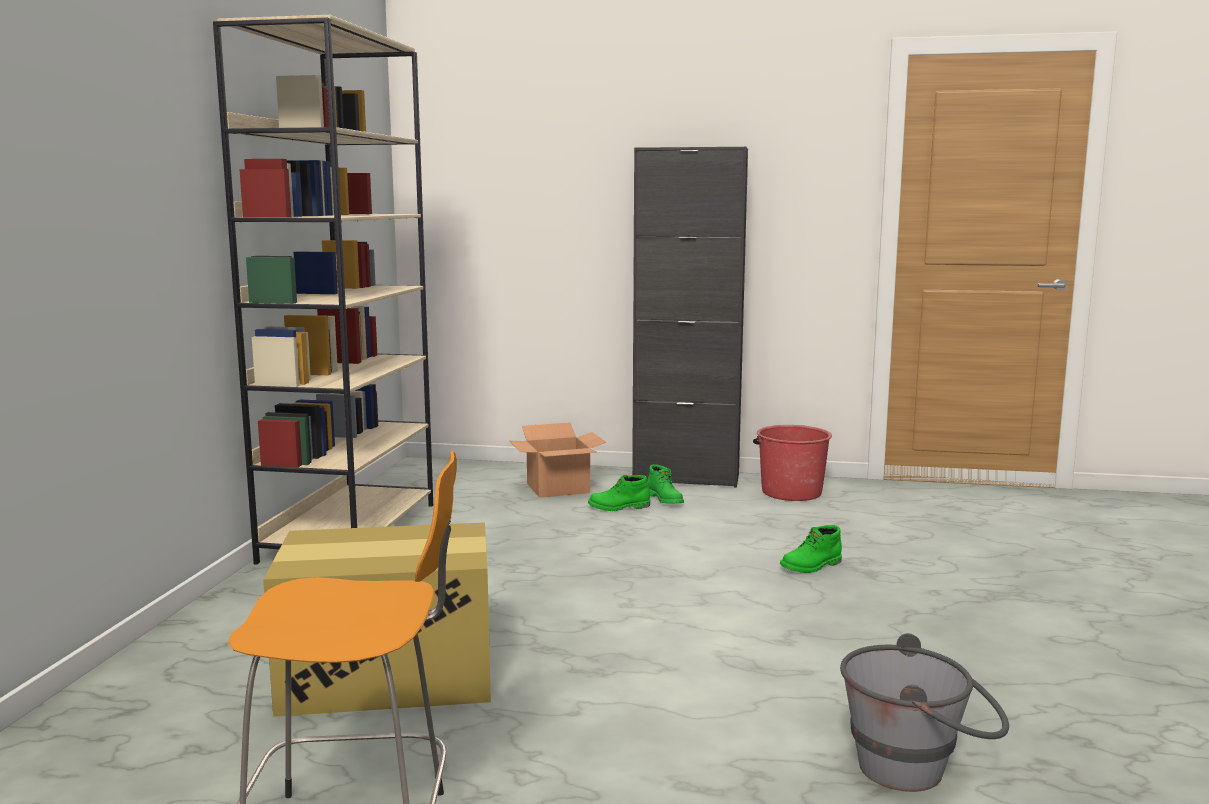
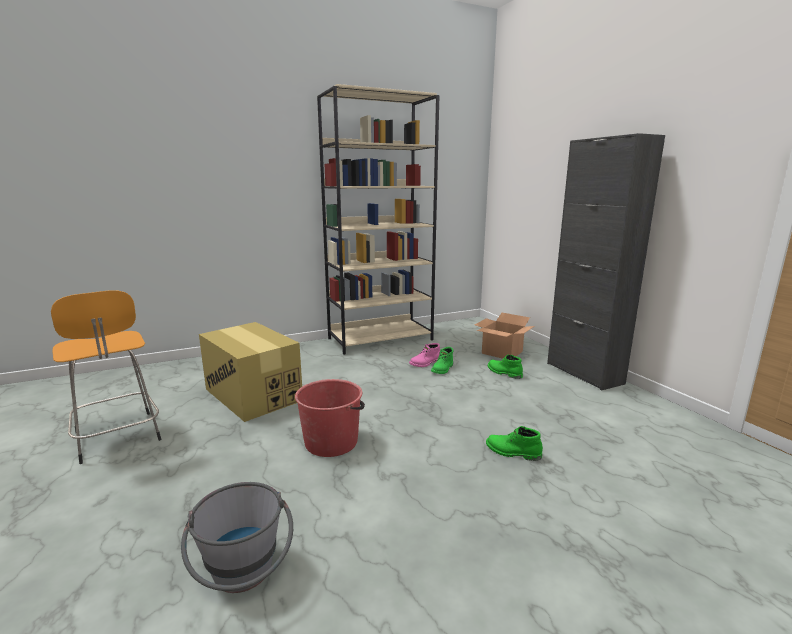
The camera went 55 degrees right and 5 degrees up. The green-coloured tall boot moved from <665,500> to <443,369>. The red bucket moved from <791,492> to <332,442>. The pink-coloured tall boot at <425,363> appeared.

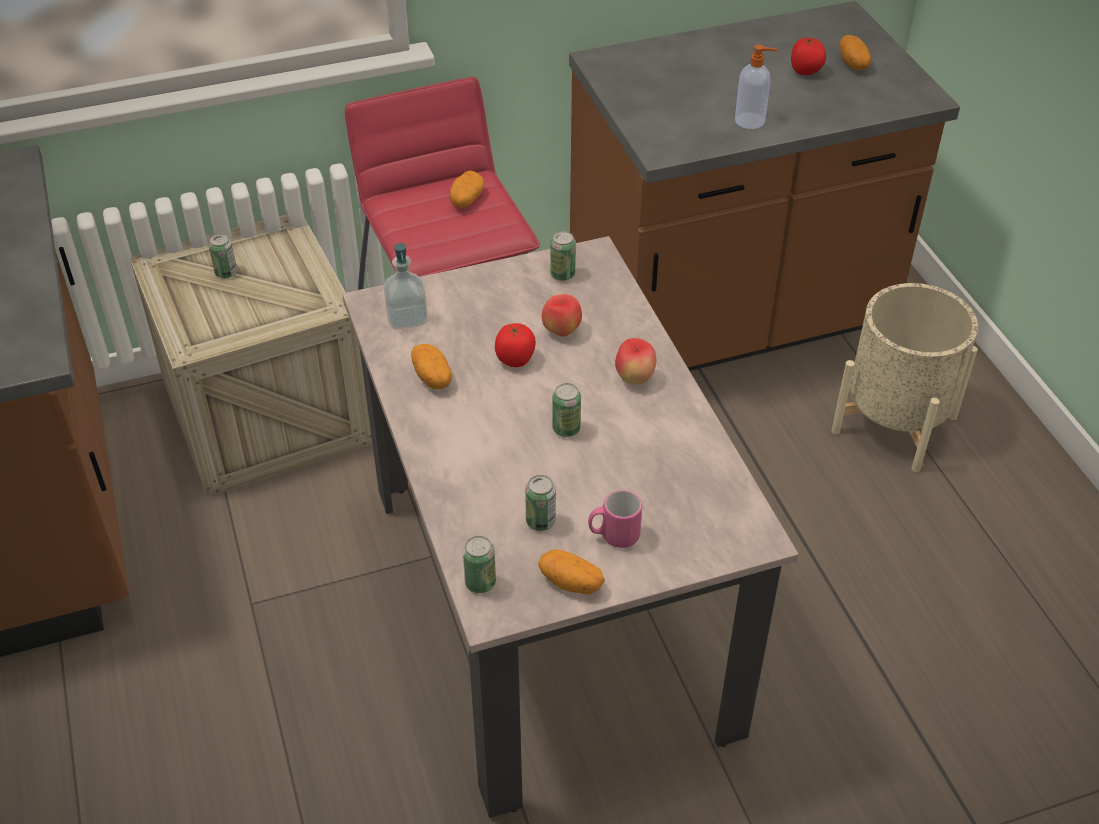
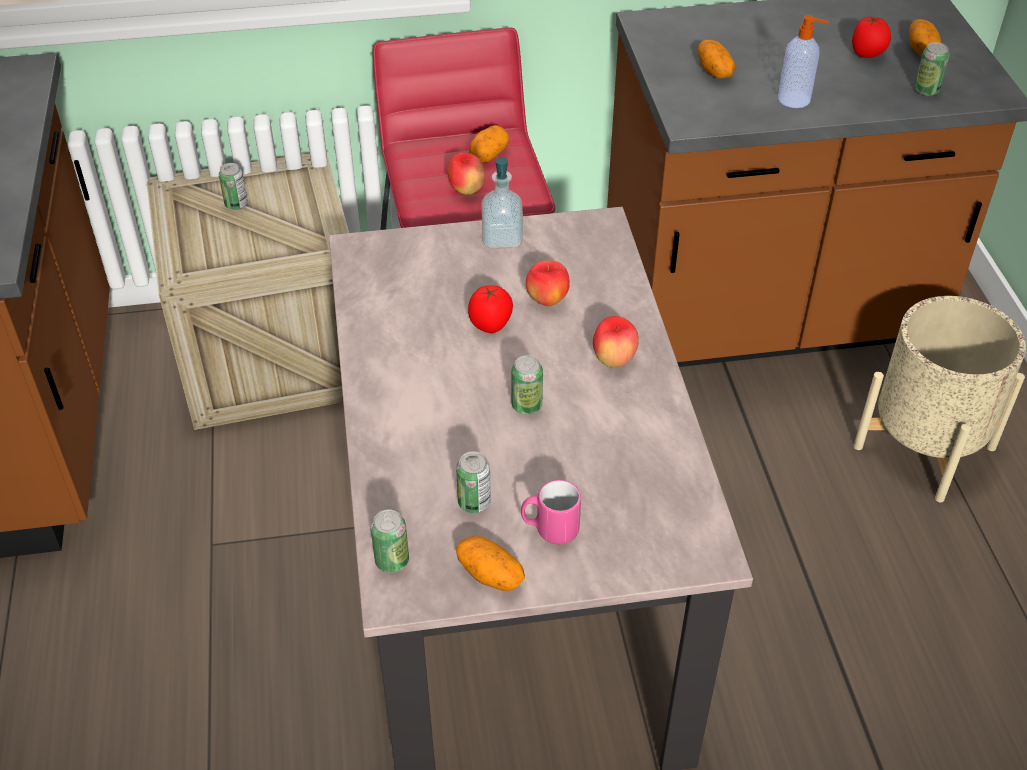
The camera went 10 degrees right and 0 degrees up. The liquid soap bottle moved from <407,318> to <502,238>. The whole potato moved from <432,377> to <714,71>. The can moved from <562,274> to <926,90>. The apple at <466,190> appeared.

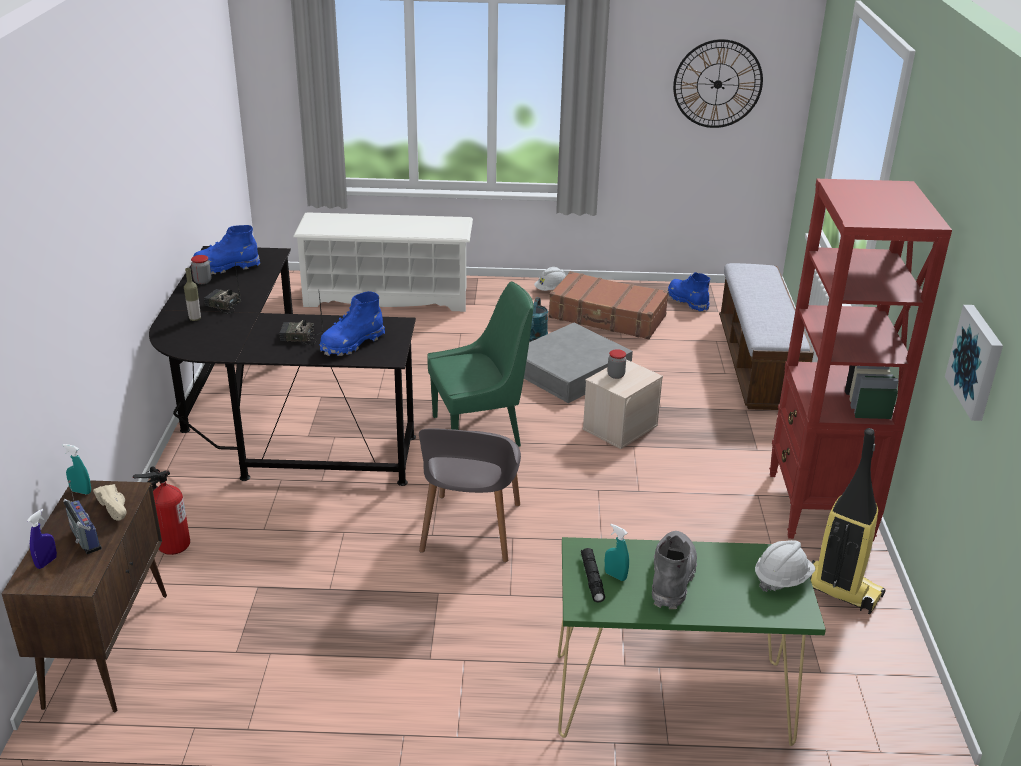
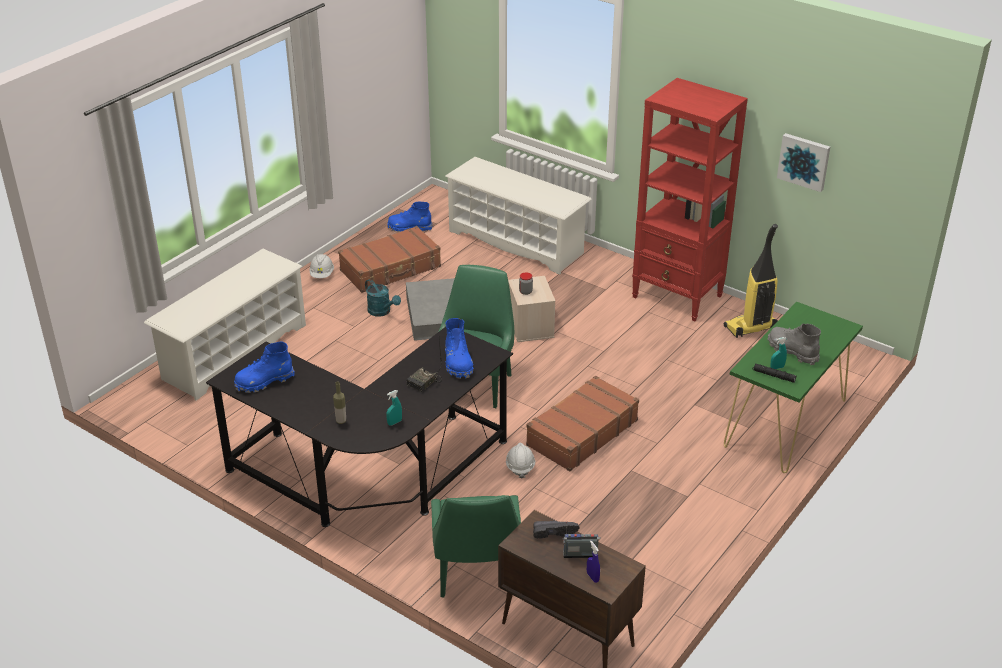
The camera went 55 degrees left and 5 degrees up. The turquoise hand sprayer moved from <81,491> to <394,422>. The beige low shoe at <117,508> became the black low shoe at <554,532>. The extinguisher at <170,546> was replaced by the green-coloured plain chair at <476,574>. The storage jar at <202,281> disappeared. The blue tall boot at <226,267> turned 45 degrees clockwise. The radio set at <222,305> disappeared. The greyish plain chair at <470,530> was replaced by the brown-coloured travel case at <581,433>. The hanging clock at <717,84> disappeared. The bench at <757,364> was replaced by the white shoe shelf at <517,242>. The white hard hat moved from <782,579> to <520,466>.

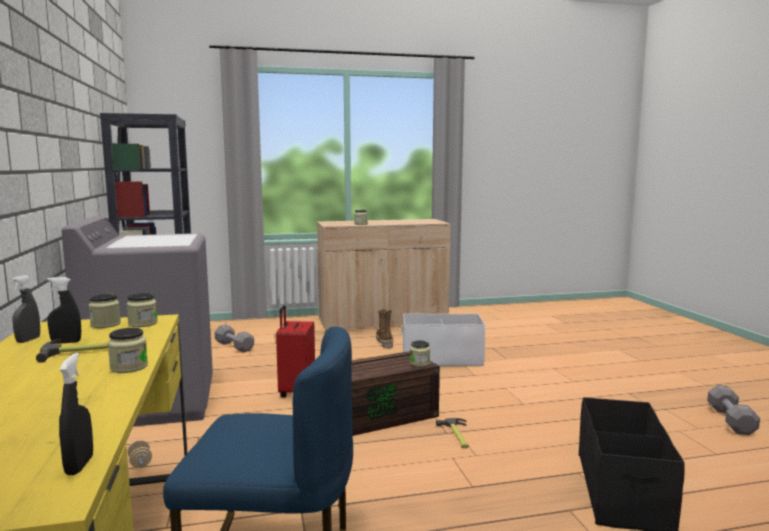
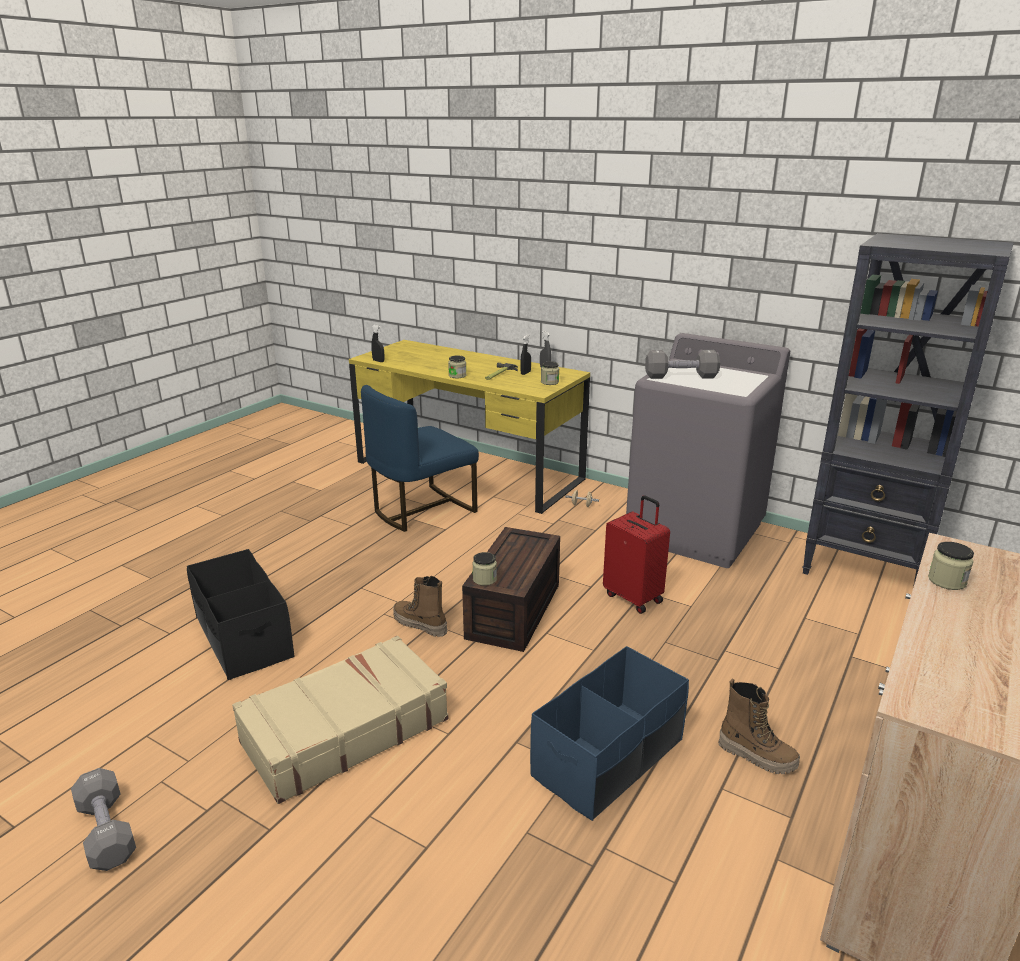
The camera went 135 degrees right and 15 degrees up. The storage jar at <143,323> disappeared. The greyish dumbbell moved from <234,346> to <681,376>. The white storage bin at <441,359> became the blue storage bin at <609,758>. The hammer at <457,436> was replaced by the tall boot at <420,625>. The beige travel case at <344,730> appeared.

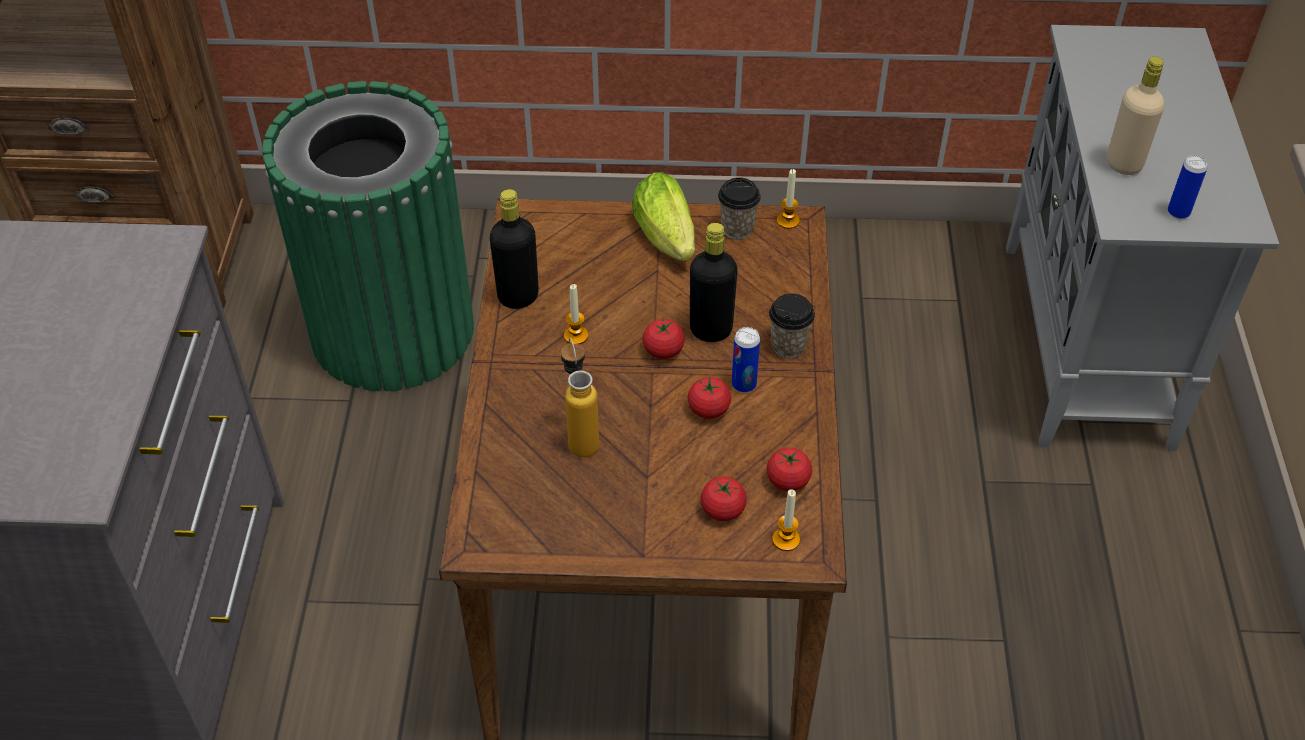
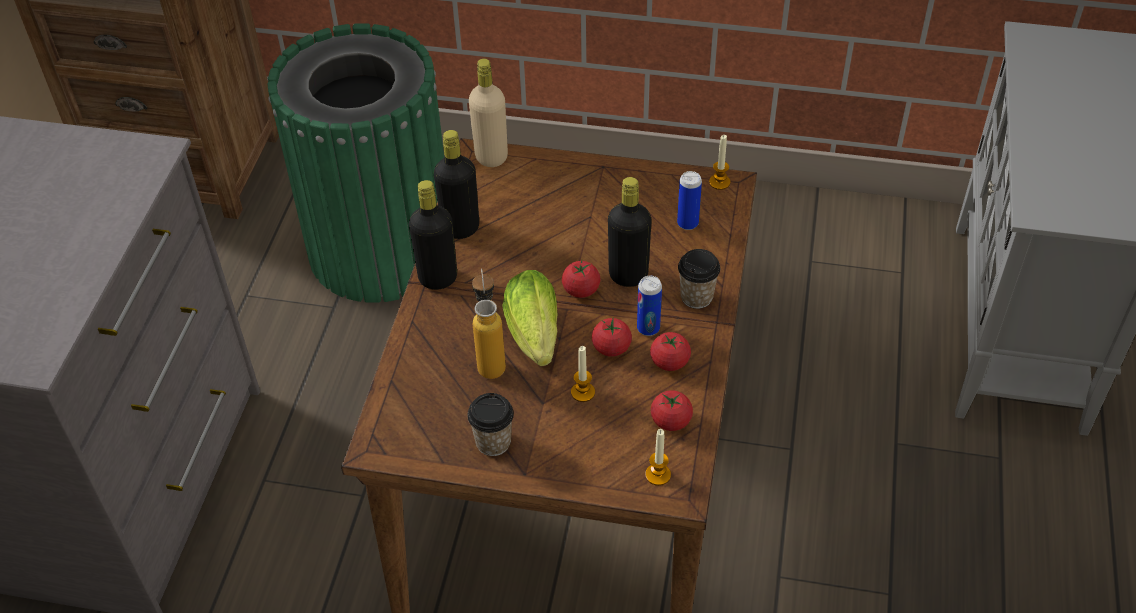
The camera went 10 degrees right and 0 degrees up. The wax light moved from <576,335> to <583,392>. The lettuce moved from <667,239> to <534,337>. The tomato moved from <722,510> to <669,362>. The small cup moved from <737,228> to <493,442>. The beige drink bottle moved from <1124,164> to <491,156>. The can moved from <1178,212> to <687,223>. The black drink bottle at <438,278> appeared.

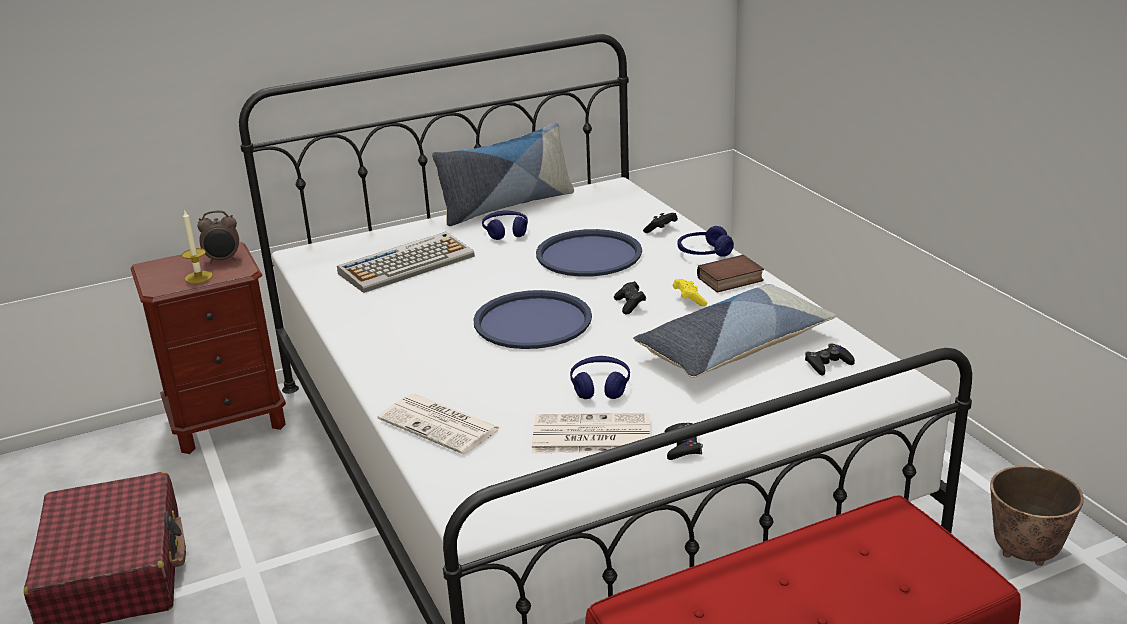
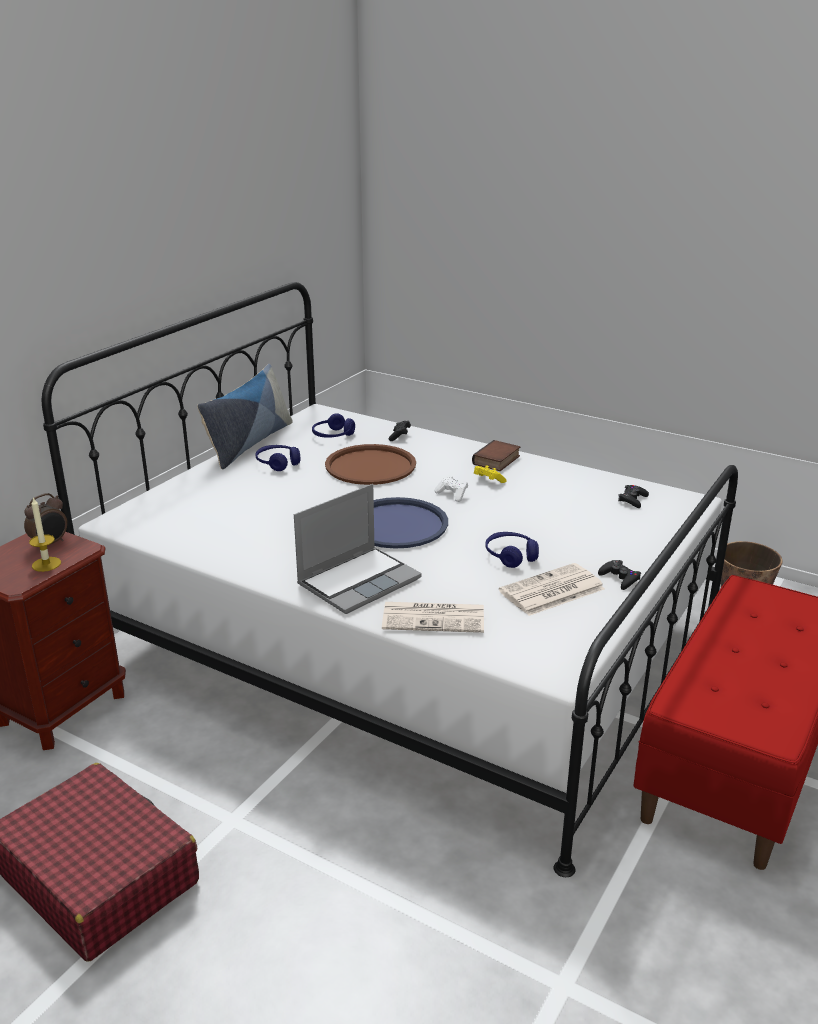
The camera went 35 degrees left and 0 degrees up. The keyboard at <407,264> disappeared. The blue carrying tray at <589,255> became the brown-coloured carrying tray at <370,466>. The black gamepad at <630,305> became the white gamepad at <452,495>. The throw pillow at <733,347> disappeared. The blue headset moved from <704,252> to <333,436>. The portable computer at <359,581> appeared.

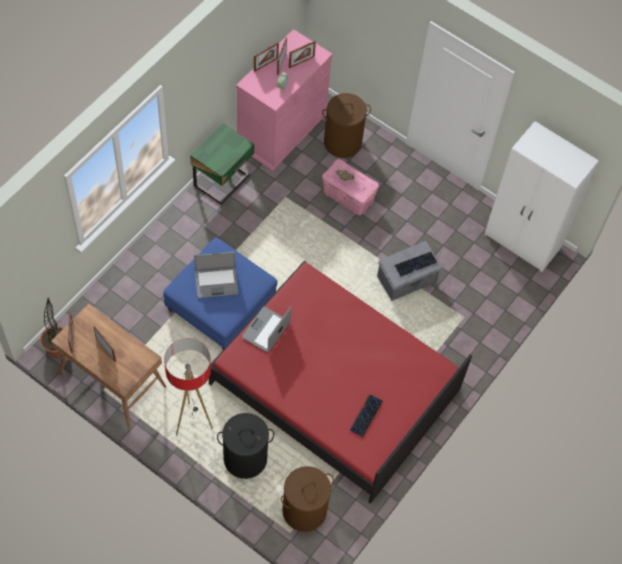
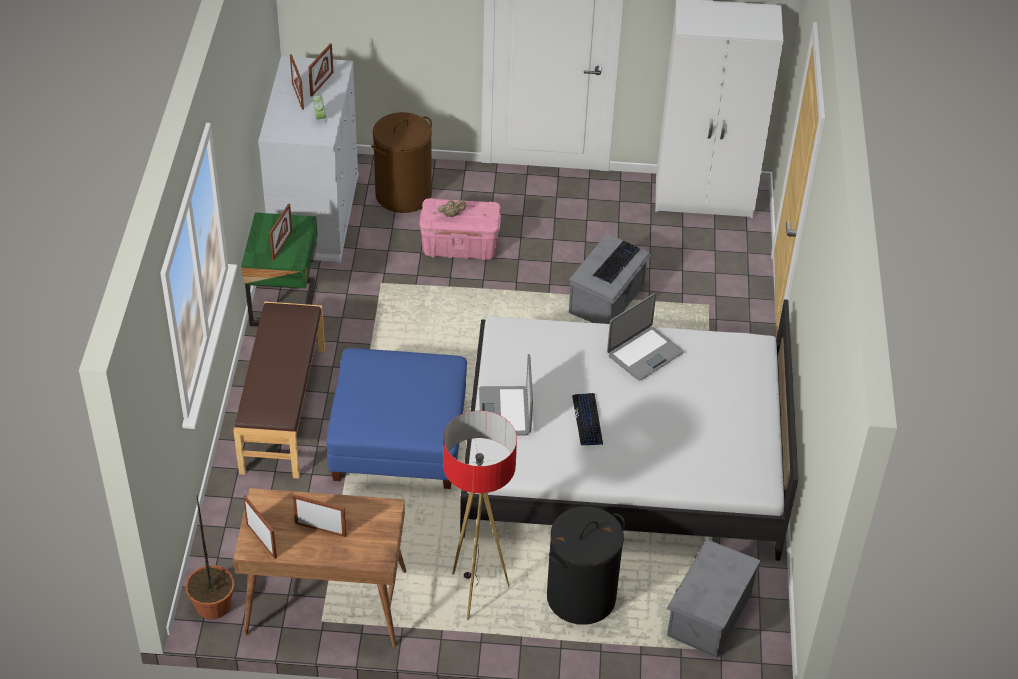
The camera went 30 degrees left and 15 degrees down. The portable computer moved from <216,282> to <644,353>. The red bed at <335,387> became the white bed at <623,456>. The pink-coloured drawer chest at <281,129> became the white drawer chest at <314,215>. The standing frame moved from <265,64> to <282,245>. The brown-coloured laundry basket at <304,510> was replaced by the greyish storage bin at <707,615>. The keyboard moved from <366,416> to <587,420>. The brown-coloured bench at <282,409> appeared.

